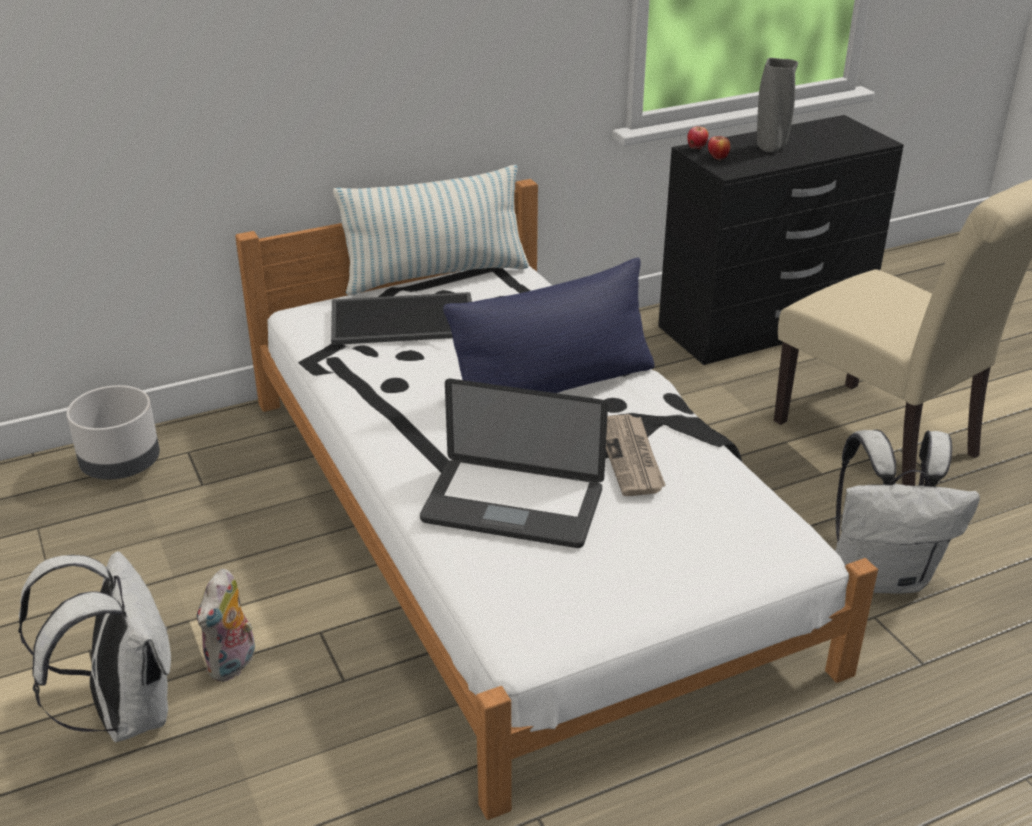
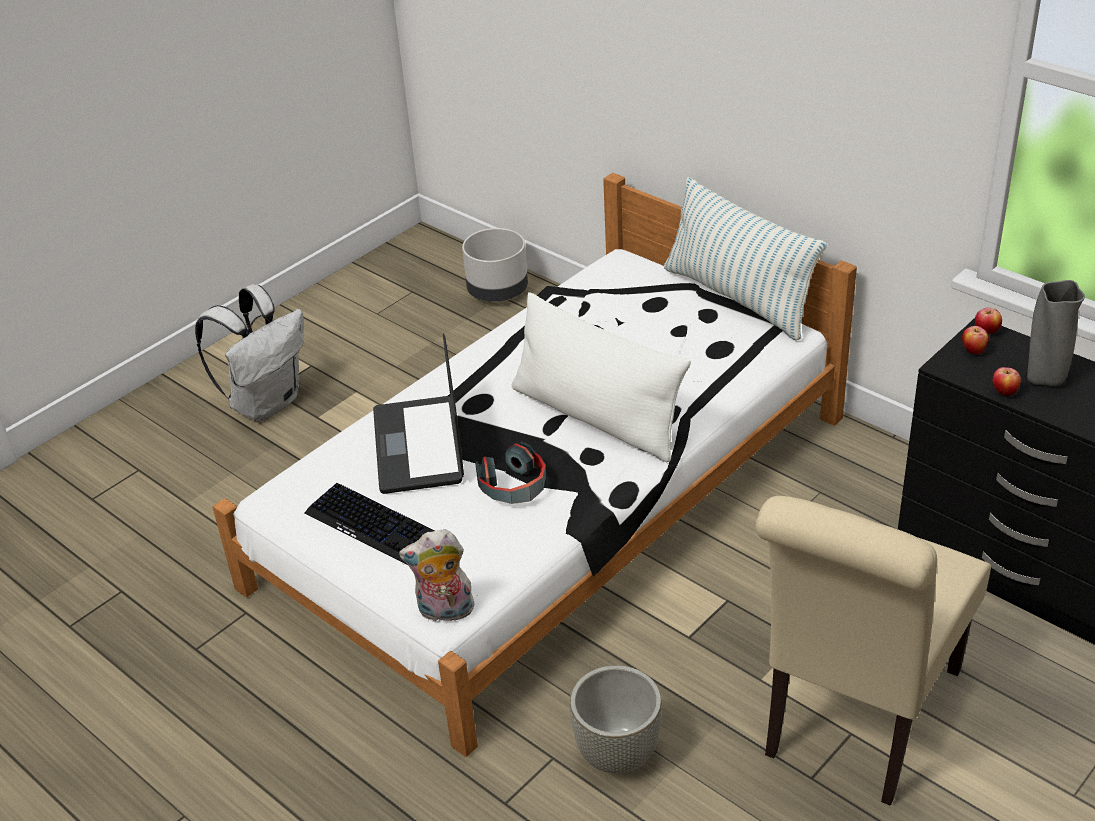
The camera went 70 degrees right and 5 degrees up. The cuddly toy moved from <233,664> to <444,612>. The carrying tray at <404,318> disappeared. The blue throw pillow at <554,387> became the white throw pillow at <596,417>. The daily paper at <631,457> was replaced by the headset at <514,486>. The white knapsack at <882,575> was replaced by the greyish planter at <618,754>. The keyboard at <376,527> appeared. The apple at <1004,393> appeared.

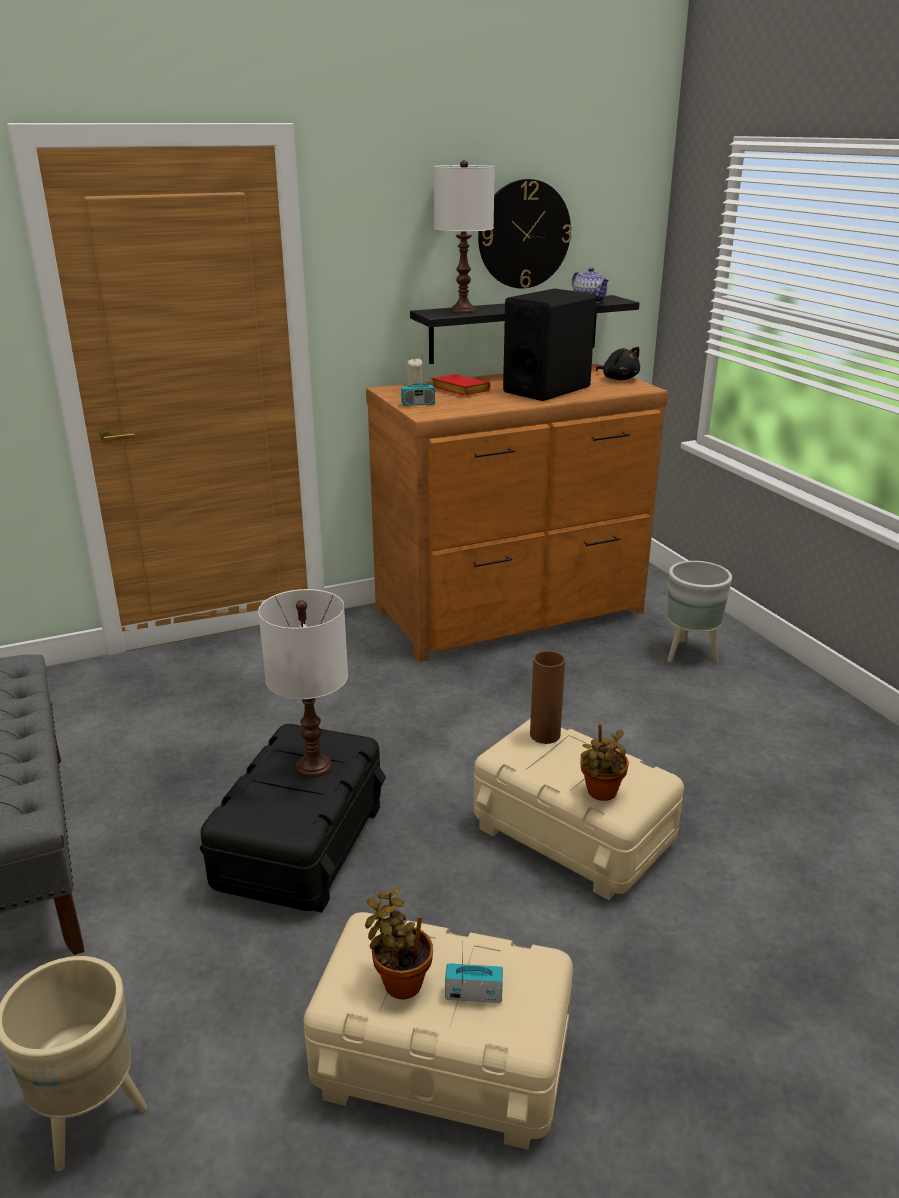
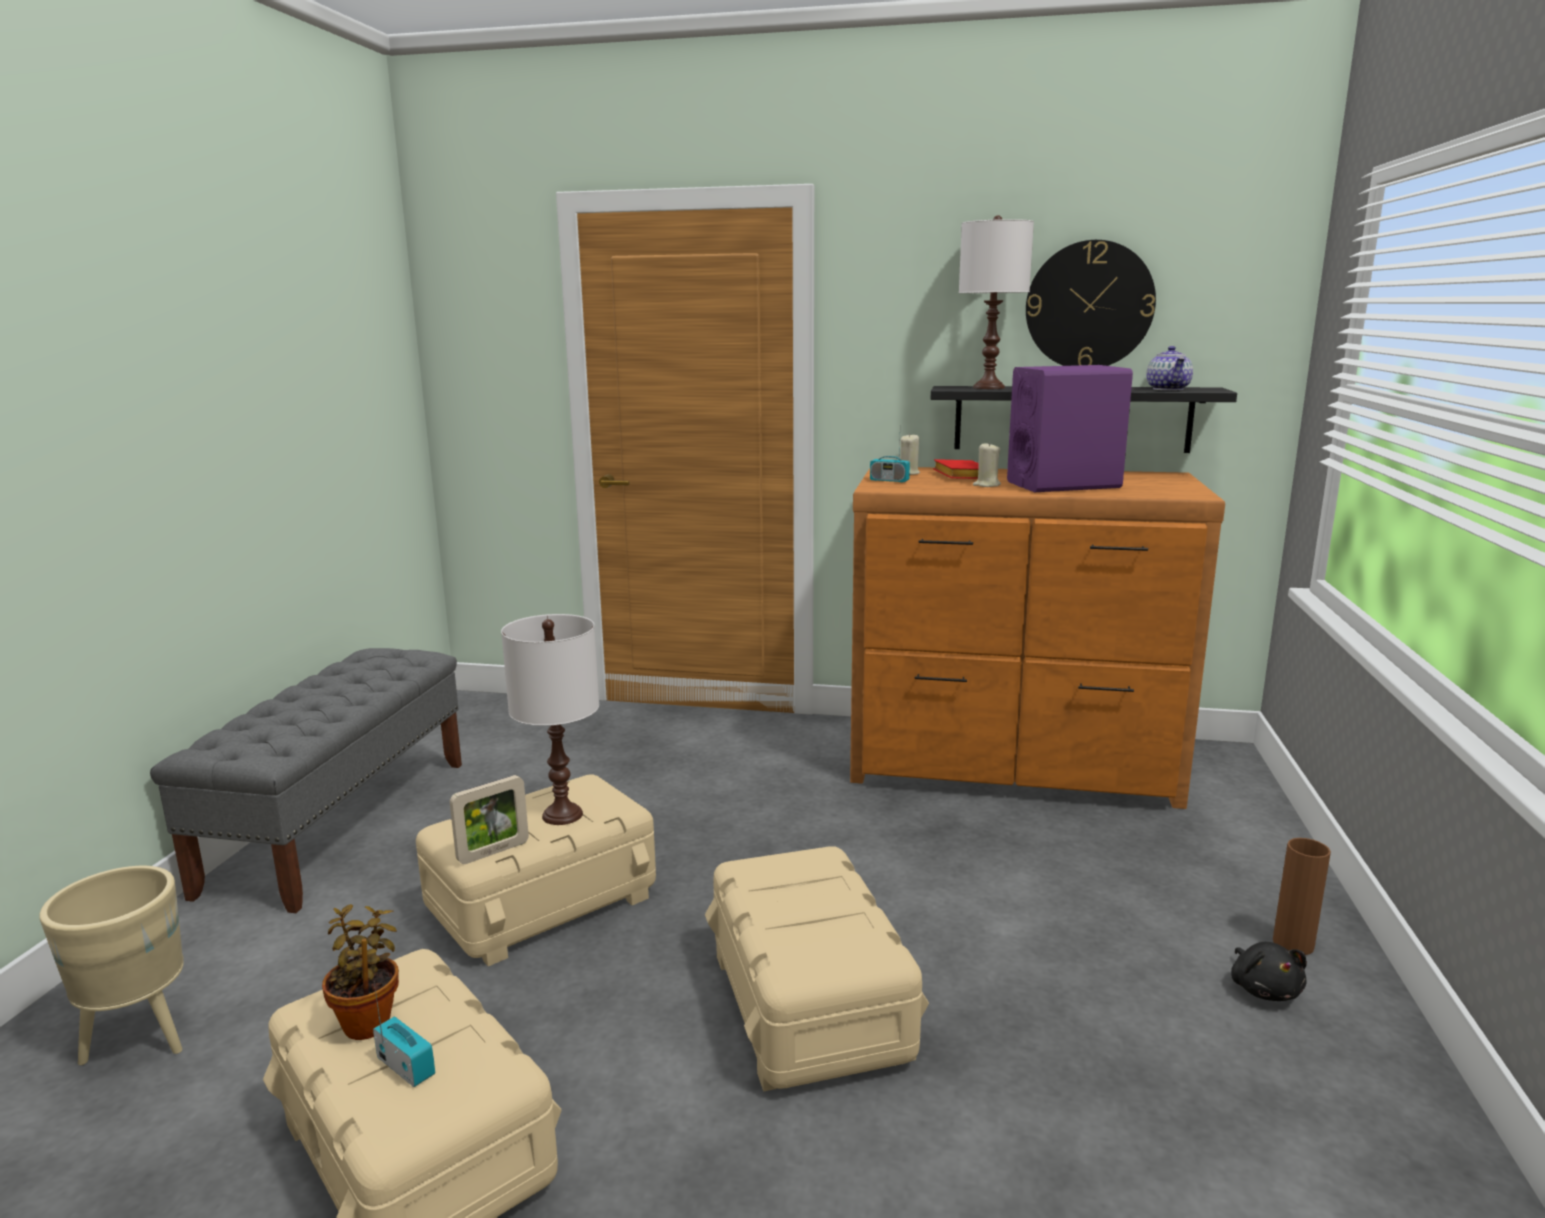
The camera went 35 degrees right and 10 degrees down. The black storage bin at <299,845> became the beige storage bin at <542,901>. The black speaker at <547,390> became the purple speaker at <1063,485>. The brown-coloured flower vase moved from <545,735> to <1293,944>. The plant in a pot at <601,794> disappeared. The black cuddly toy moved from <619,379> to <1264,989>. The greyish planter at <690,654> disappeared. The standing frame at <493,852> appeared. The beige wax light at <986,485> appeared.

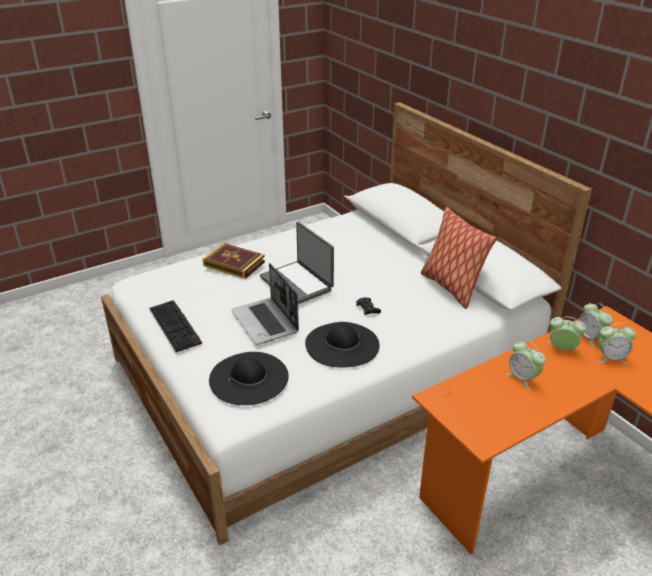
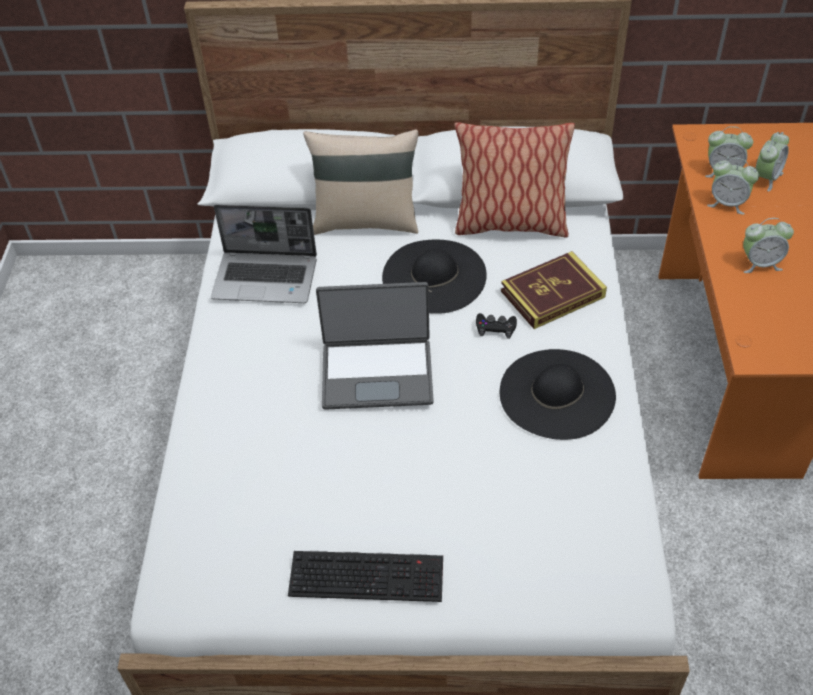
The camera went 55 degrees left and 15 degrees up. The bound book moved from <234,264> to <552,294>. The black hat moved from <249,378> to <434,276>. The portable computer moved from <266,322> to <267,278>. The table clock at <562,349> turned 120 degrees counterclockwise. The beige throw pillow at <366,221> appeared.

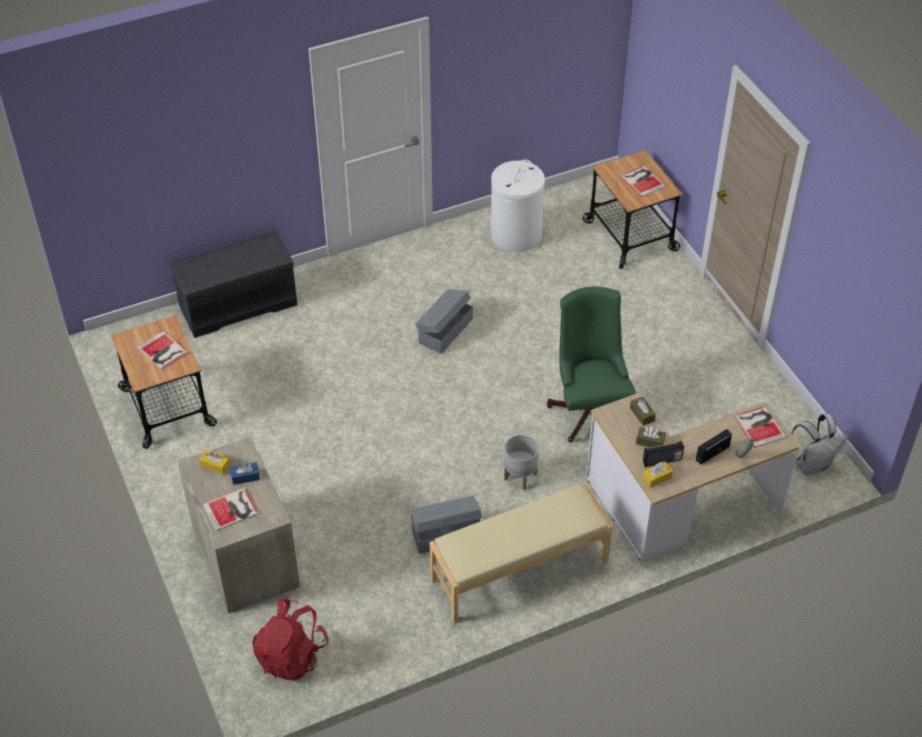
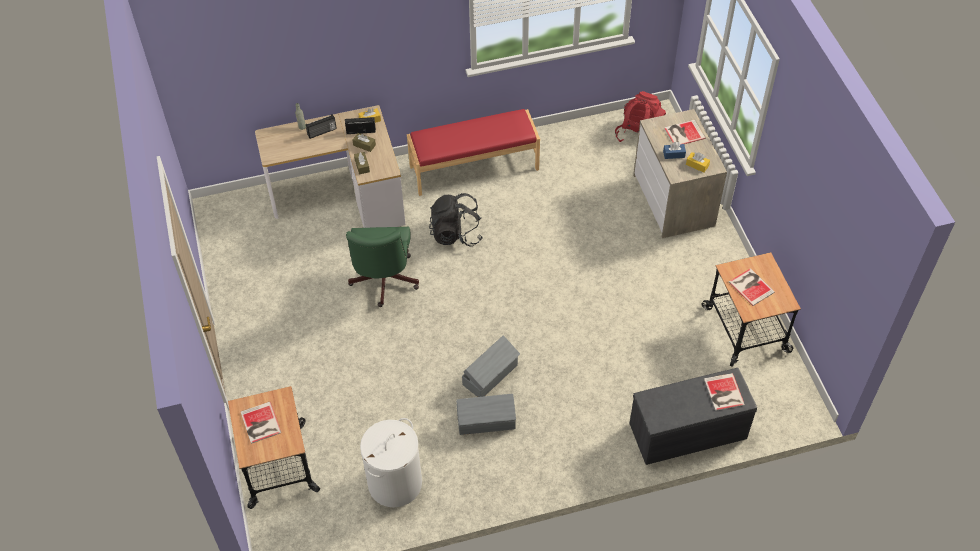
The camera went 170 degrees left and 5 degrees up. The greyish storage bin moved from <446,534> to <486,421>. The beige bench at <519,571> became the red bench at <474,167>. The greyish planter at <520,476> was replaced by the black knapsack at <456,234>. The bound book moved from <759,426> to <723,393>. The white knapsack at <812,465> disappeared.

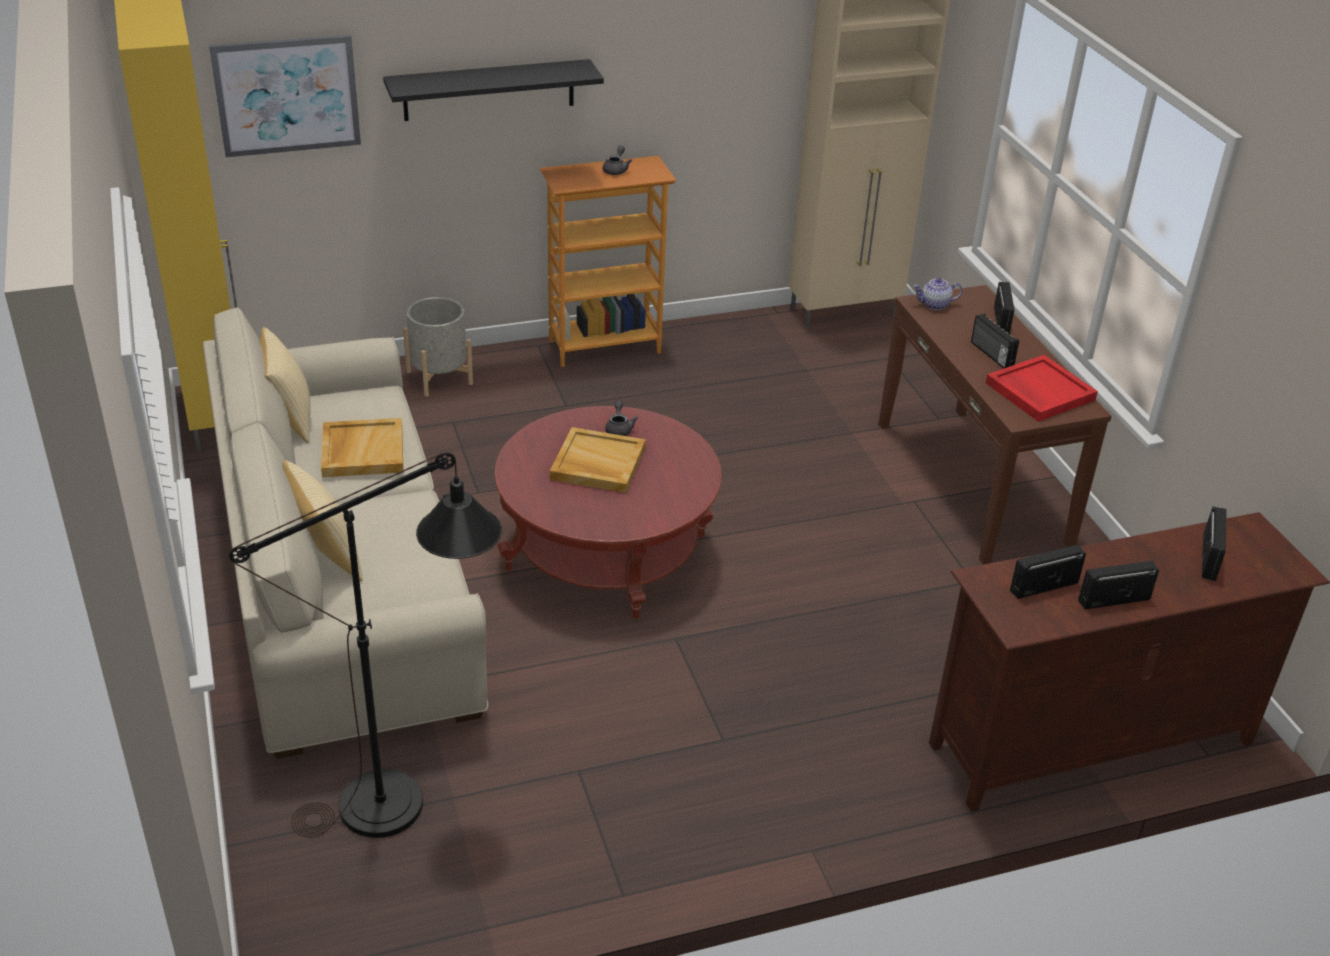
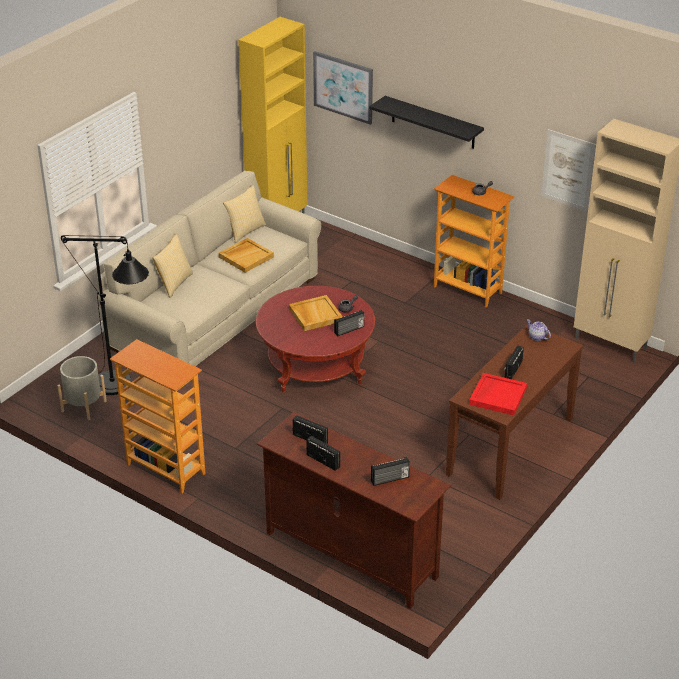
The camera went 55 degrees right and 0 degrees up. The greyish planter moved from <439,377> to <84,406>. The radio set moved from <1002,321> to <349,330>. The bookshelf at <165,470> appeared. The picture at <568,170> appeared.

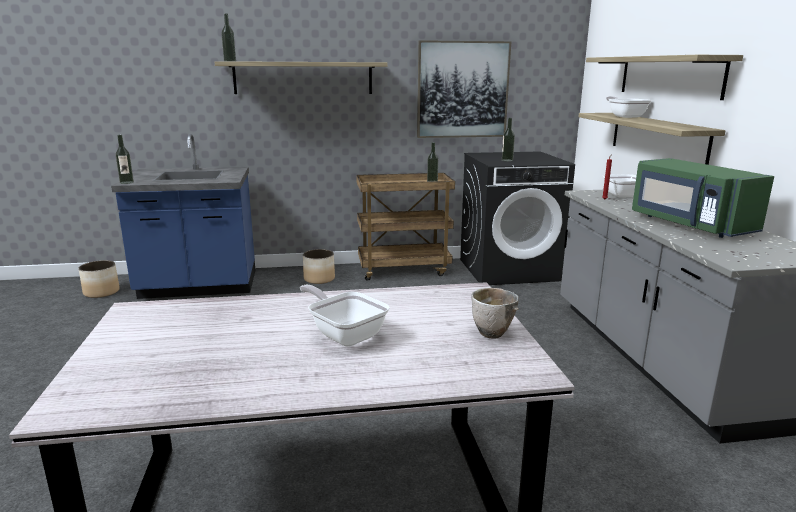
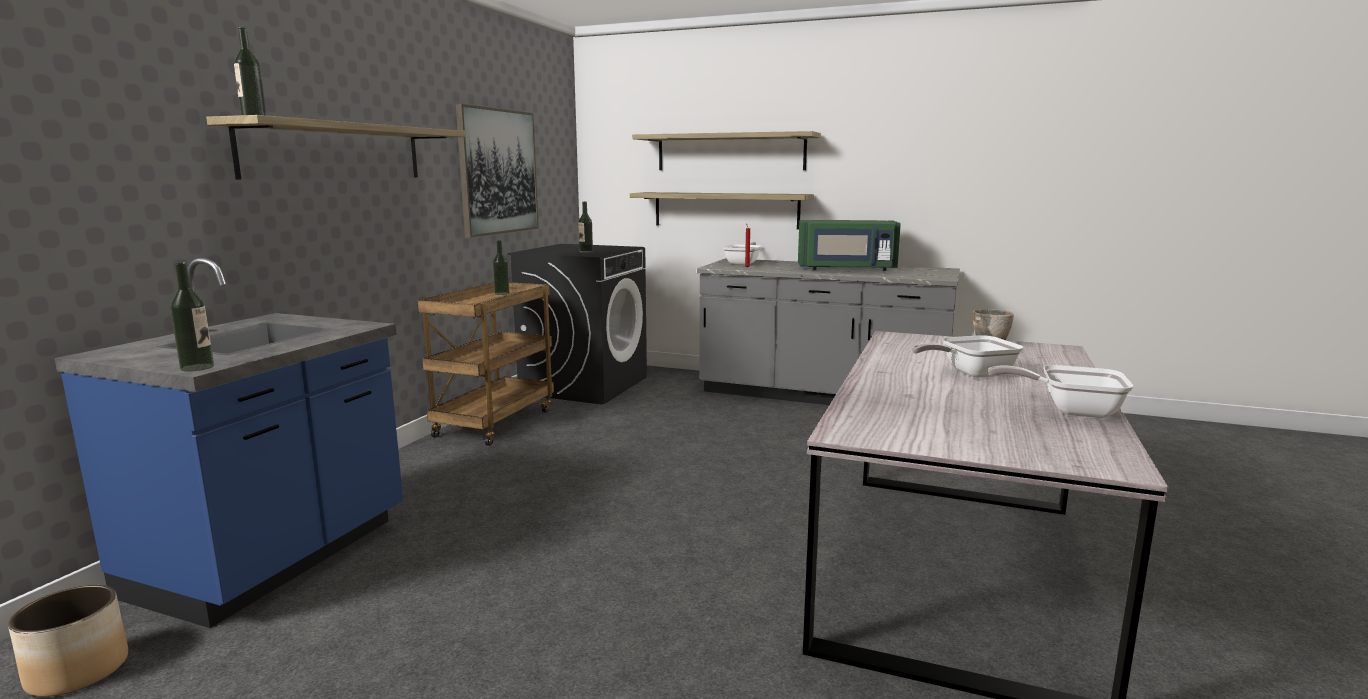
The camera went 60 degrees left and 5 degrees down. The planter at <319,279> disappeared. The pan moved from <625,116> to <1070,410>.

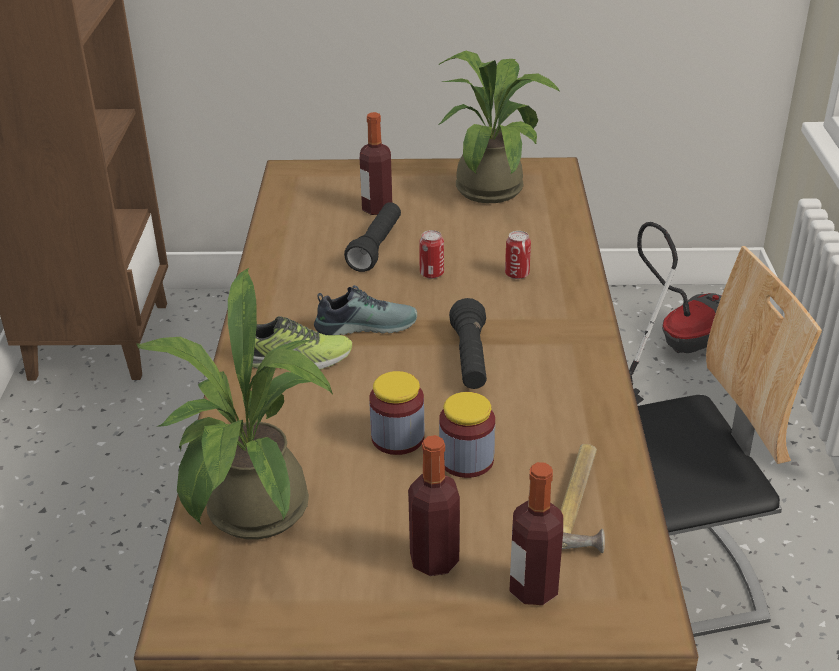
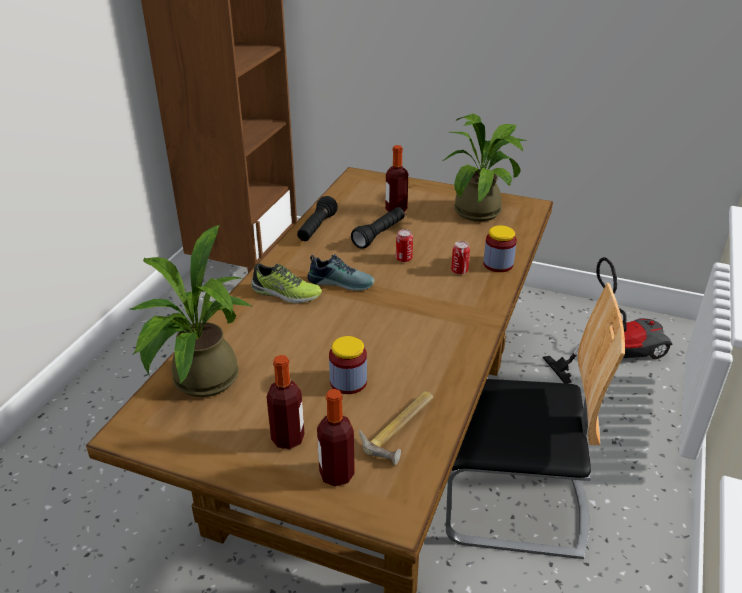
The camera went 20 degrees right and 0 degrees up. The storage jar moved from <397,438> to <498,264>. The black flashlight moved from <470,359> to <316,228>.

